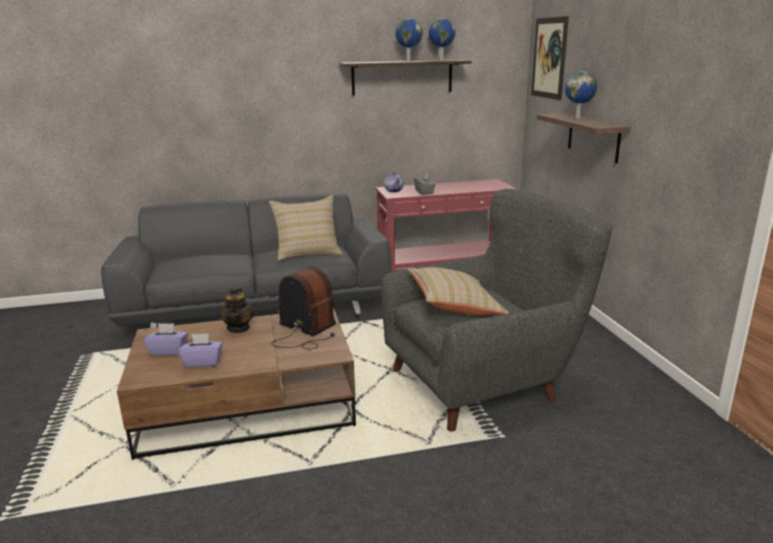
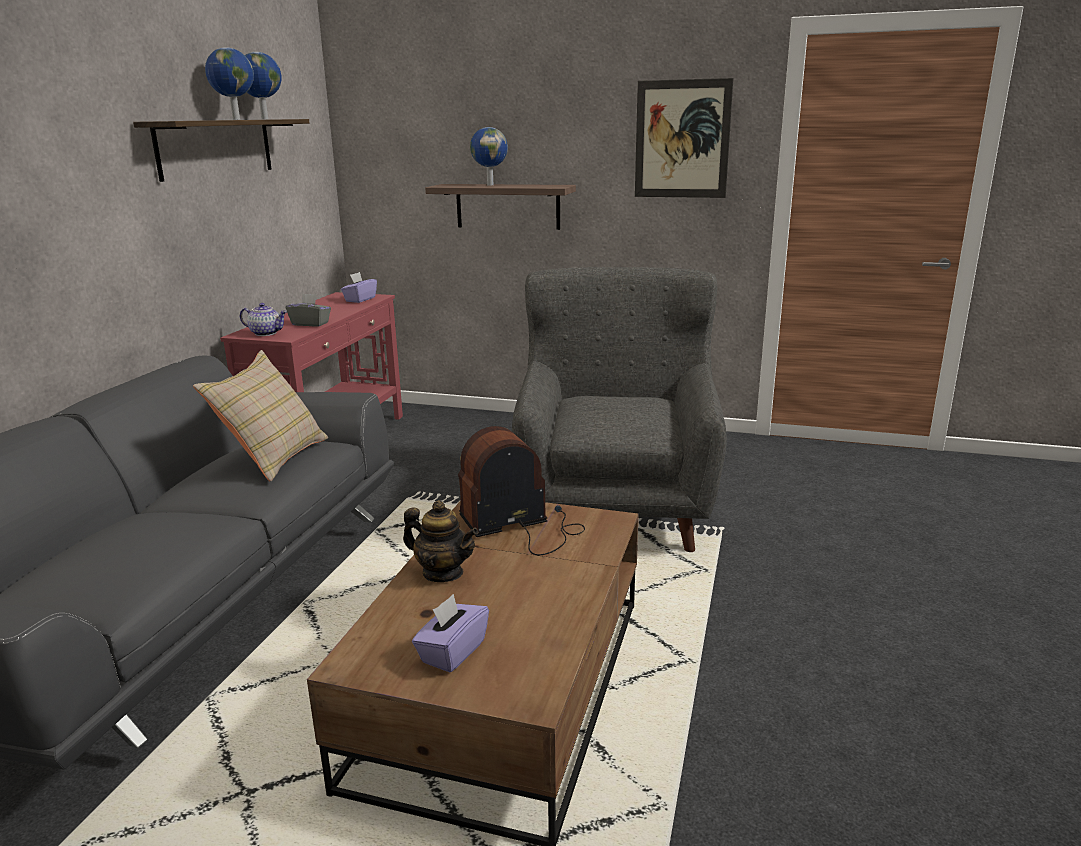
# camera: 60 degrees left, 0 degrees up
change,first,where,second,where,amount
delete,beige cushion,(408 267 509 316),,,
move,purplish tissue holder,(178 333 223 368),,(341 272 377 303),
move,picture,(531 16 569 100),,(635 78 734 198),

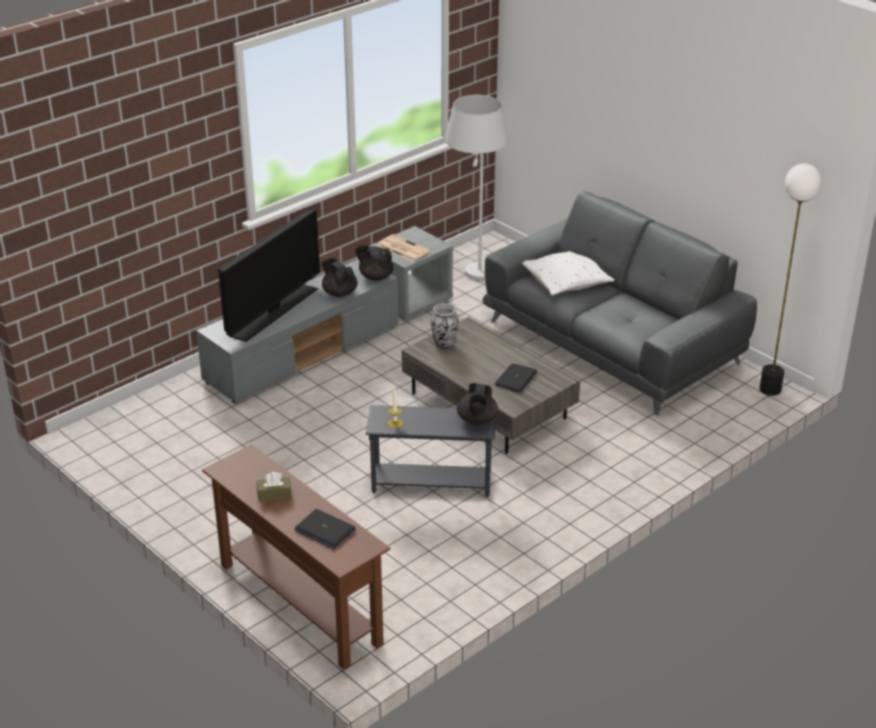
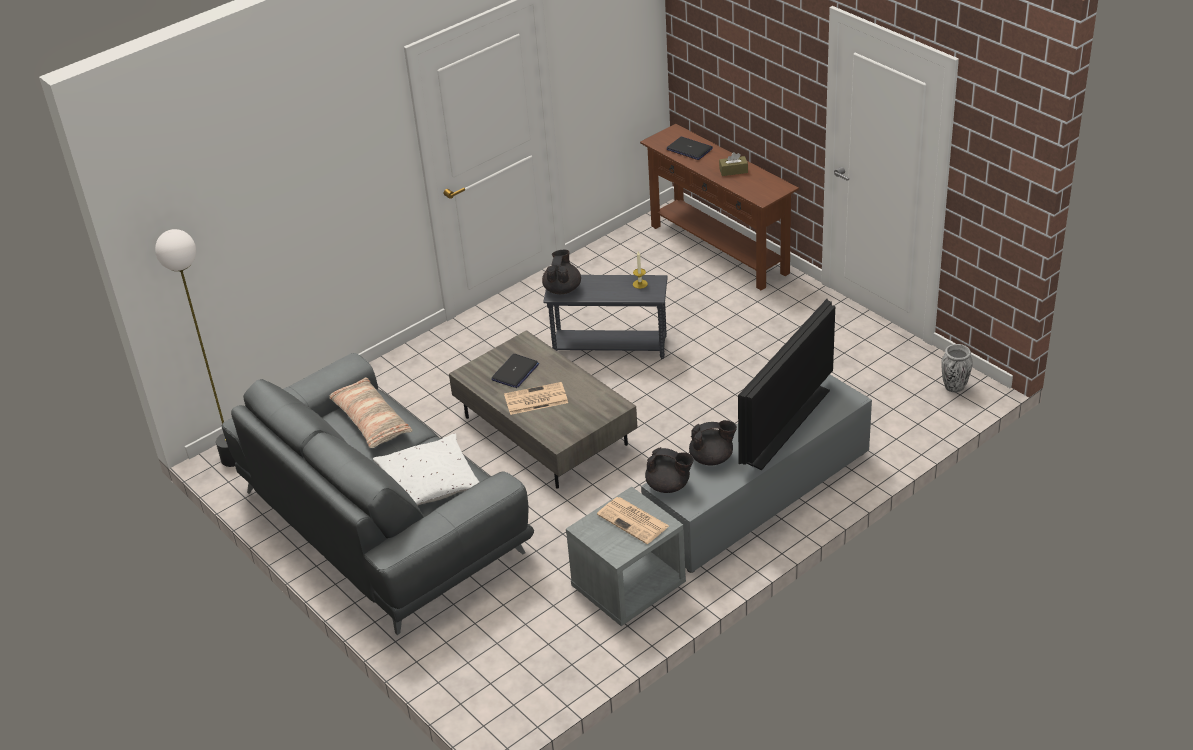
# camera: 175 degrees left, 5 degrees up
change,first,where,second,where,amount
delete,white standard lamp,(445 95 509 280),,,
insert,,,cushion,(329 377 413 448),
insert,,,printed paper,(504 382 568 415),
move,vase,(431 303 459 349),,(941 344 973 392),
rotate,black-coloured pot for tea,(321 258 358 297),,(689 420 737 466),60 degrees counterclockwise

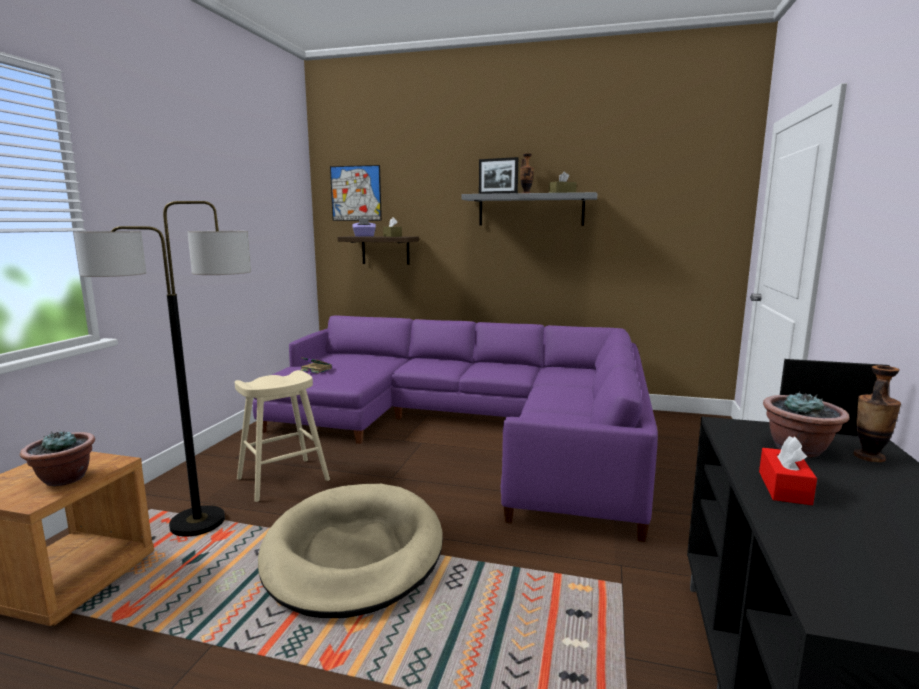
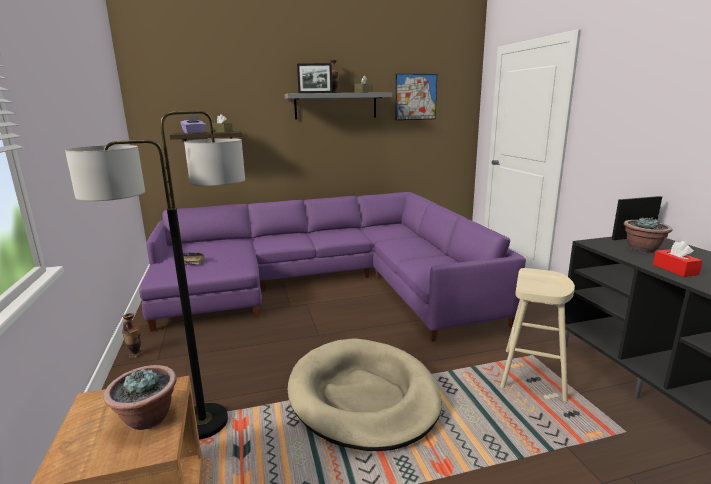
# camera: 30 degrees left, 5 degrees up
change,first,where,second,where,amount
move,beige stool seat,(235 370 330 502),,(500 268 575 402),
move,picture,(330 165 382 221),,(395 74 437 120),
move,vase,(854 366 901 462),,(122 313 142 358),

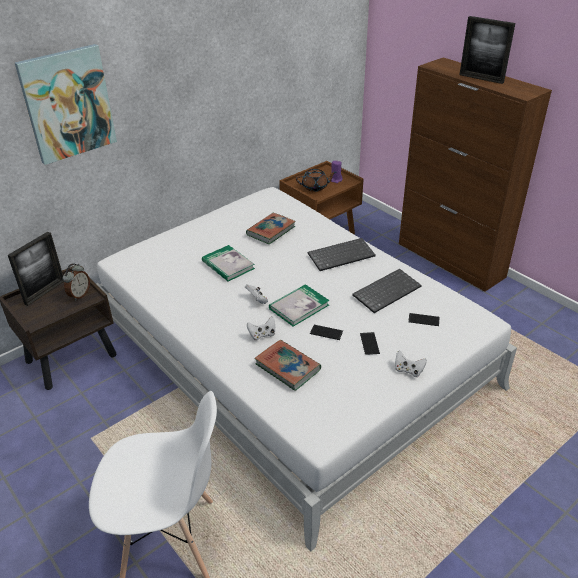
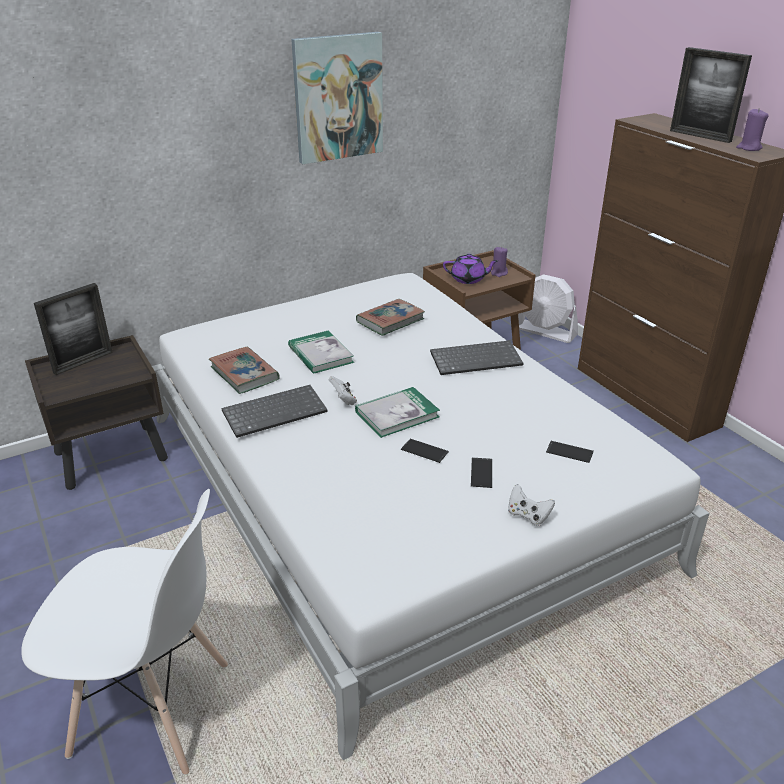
# camera: 10 degrees right, 5 degrees down
change,first,where,second,where,amount
delete,alarm clock,(63 263 90 301),,,
delete,white gamepad,(247 316 275 340),,,
insert,,,white cooling fan,(518 274 578 343),
insert,,,purplish candle,(736 108 768 151),
move,picture,(15 44 117 165),,(291 32 383 164),
move,bound book,(254 340 321 391),,(209 347 280 394),
move,computer keyboard,(352 269 422 313),,(222 385 328 438),
recolor,brown-coloured pot for tea,(296 169 336 192),purplish pot for tea,(443 254 498 284),

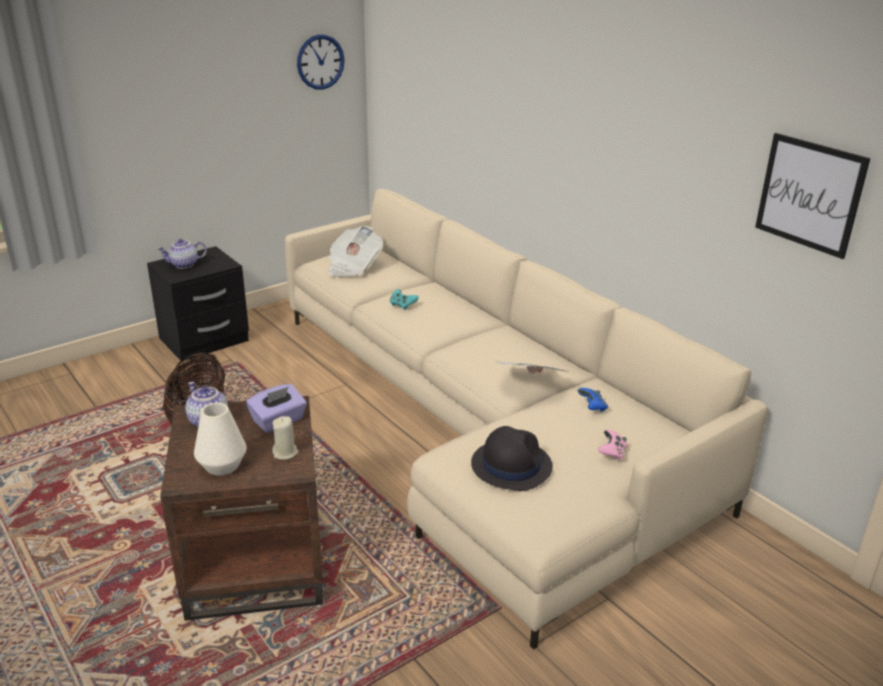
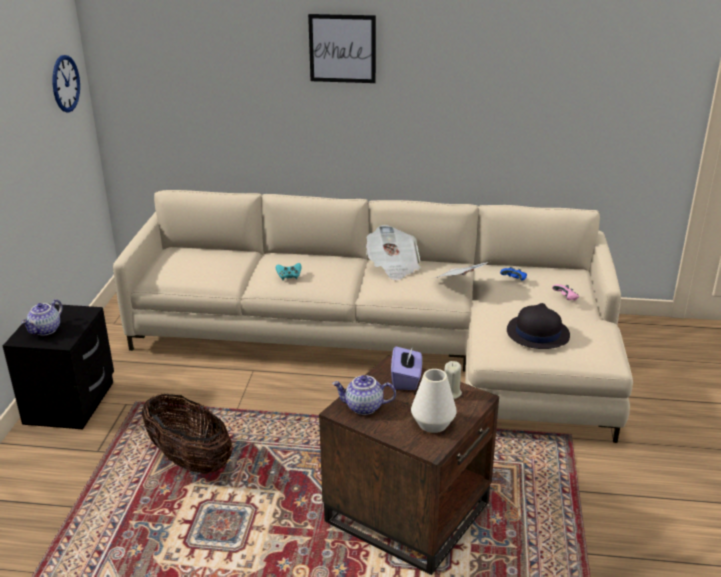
# camera: 45 degrees left, 0 degrees up
change,first,where,second,where,amount
move,printed paper,(328 226 383 277),,(366 225 421 281),
move,picture,(755 133 871 259),,(308 14 376 83),

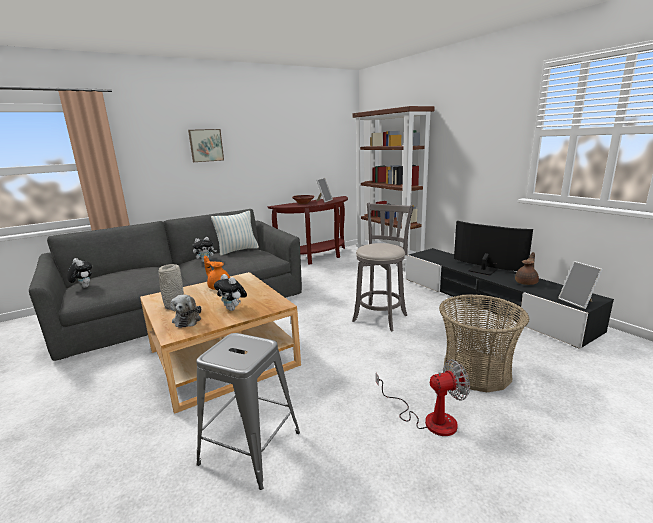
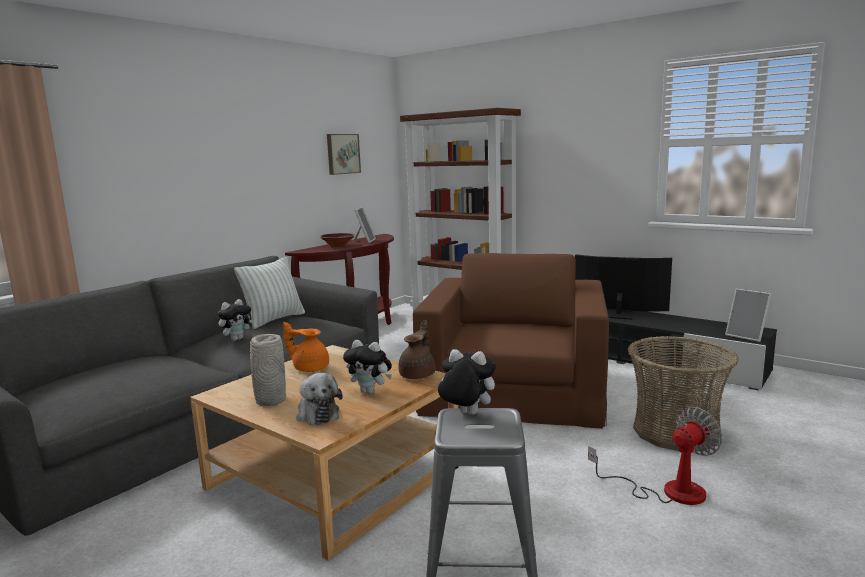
# camera: 20 degrees left, 5 degrees down
change,first,where,second,where,amount
move,soft toy,(67 258 92 288),,(436 349 496 415),
move,picture,(188 129 224 162),,(327 134 361 175),
move,brown-coloured pot for tea,(515 252 539 285),,(398 320 436 379),
replace,gray stool seat,(352 203 413 331),brown-coloured armchair,(413 253 609 429),

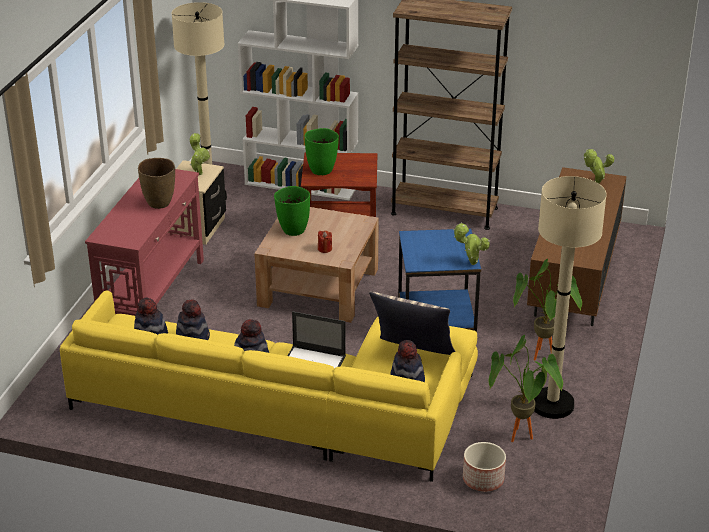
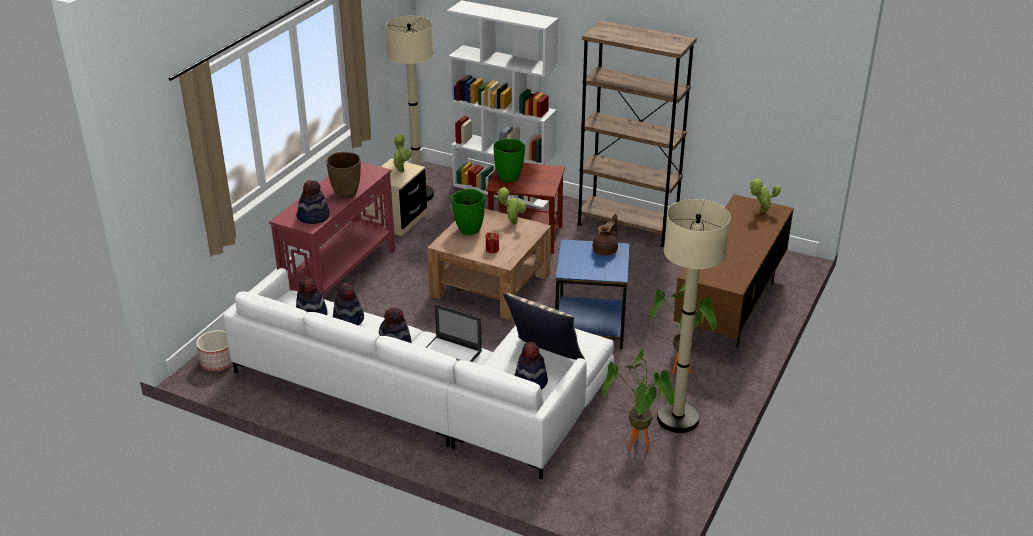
# camera: 10 degrees right, 0 degrees up
change,first,where,second,where,amount
insert,,,hat,(296 180 330 224),
insert,,,brown-coloured pot for tea,(592 214 618 256),
move,plant in a pot,(453 223 490 265),,(497 187 526 225),
move,flower pot,(463 442 506 492),,(196 330 233 371),
recolor,yellow-coloured settee,(60 290 478 482),white settee,(223 268 614 480),

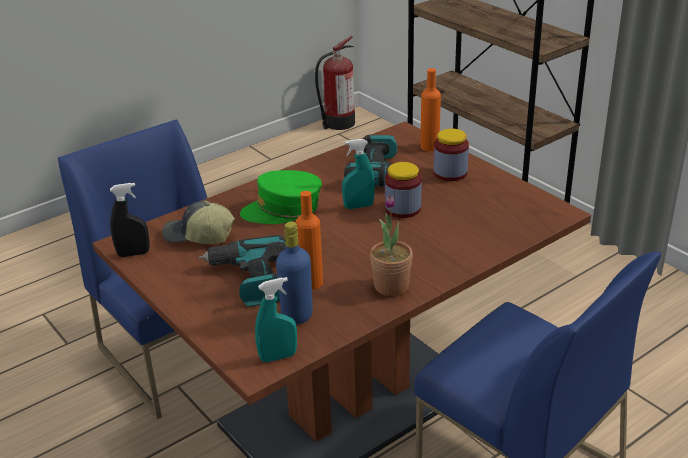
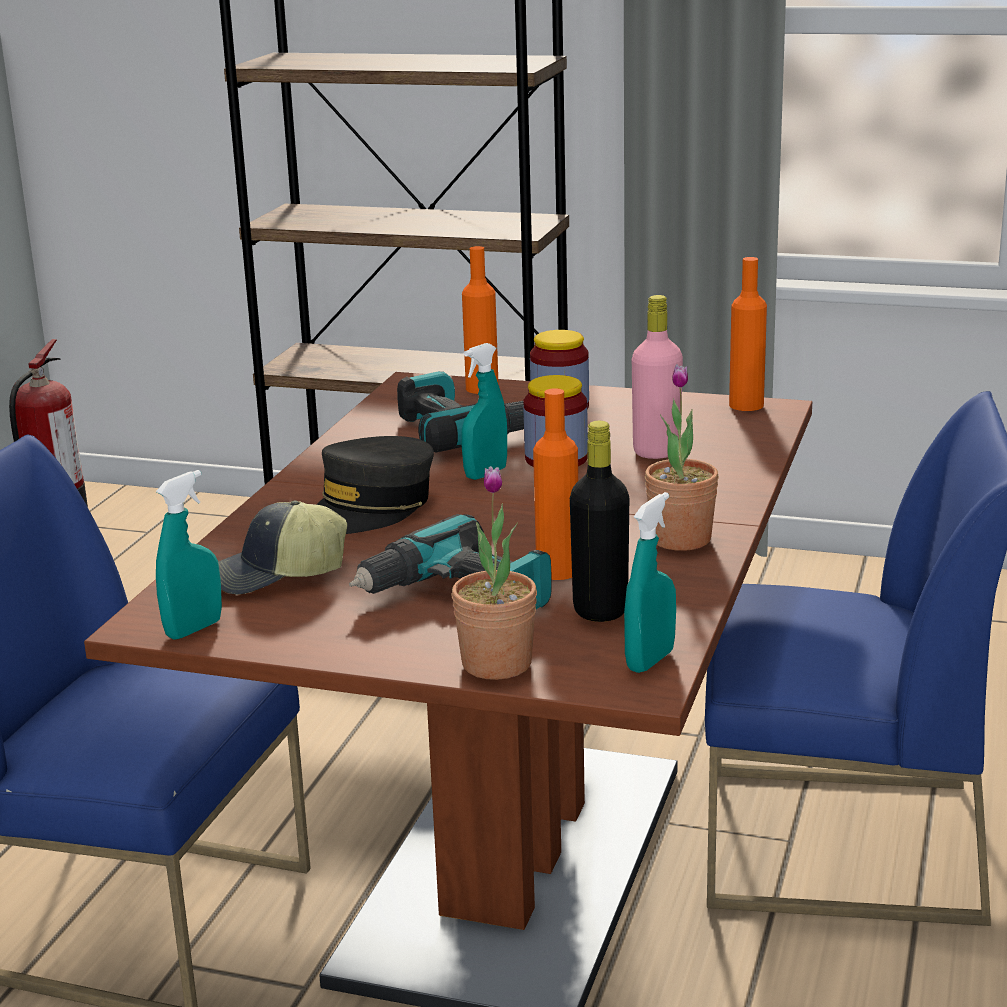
# camera: 35 degrees left, 10 degrees down
change,first,where,second,where,amount
insert,,,plant in a pot,(452 466 537 680),
insert,,,pinkish bottle,(632 295 683 459),
insert,,,orange bottle,(729 257 767 411),
recolor,black-coloured sprayer,(110 183 150 257),turquoise sprayer,(156 470 222 640),
recolor,green peaked cap,(240 170 322 224),gray peaked cap,(317 436 434 534),
recolor,blue-coloured bottle,(276 222 313 325),black-coloured bottle,(570 421 629 622),

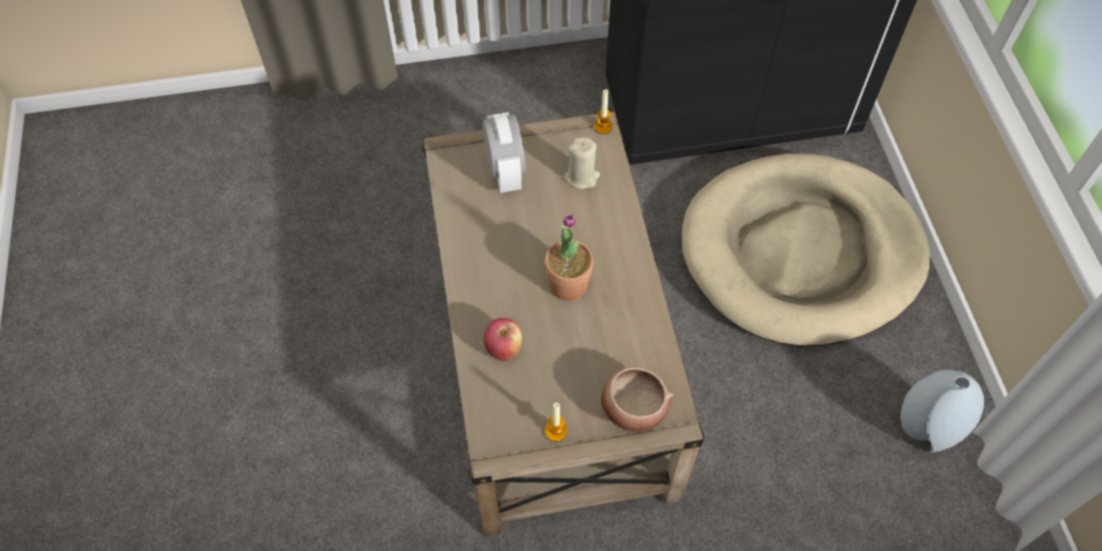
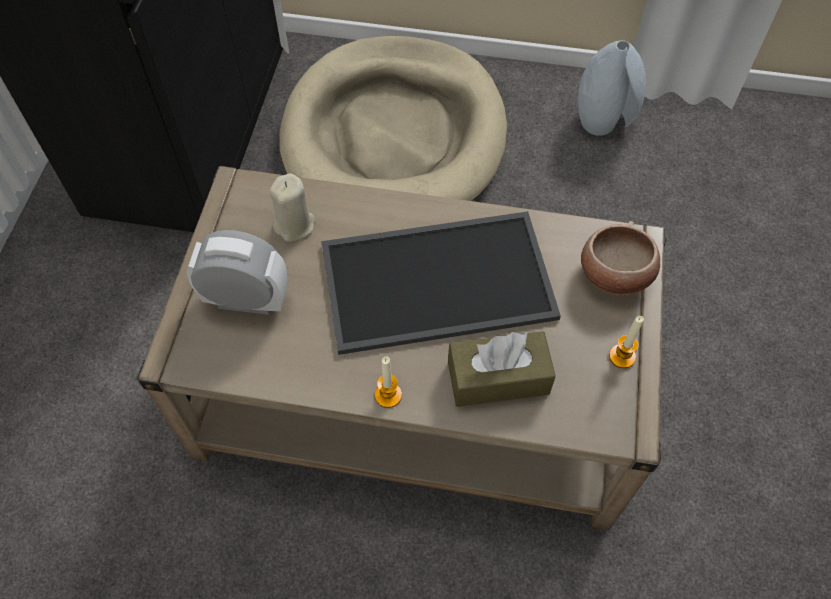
# camera: 70 degrees left, 0 degrees up
change,first,where,second,where,amount
move,candle,(594 89 613 134),,(375 356 402 408),
replace,apple fruit,(484 318 523 361),brown-coloured tissue holder,(448 331 556 407),
replace,plant in a pot,(545 214 594 301),carrying tray,(321 211 561 355),

